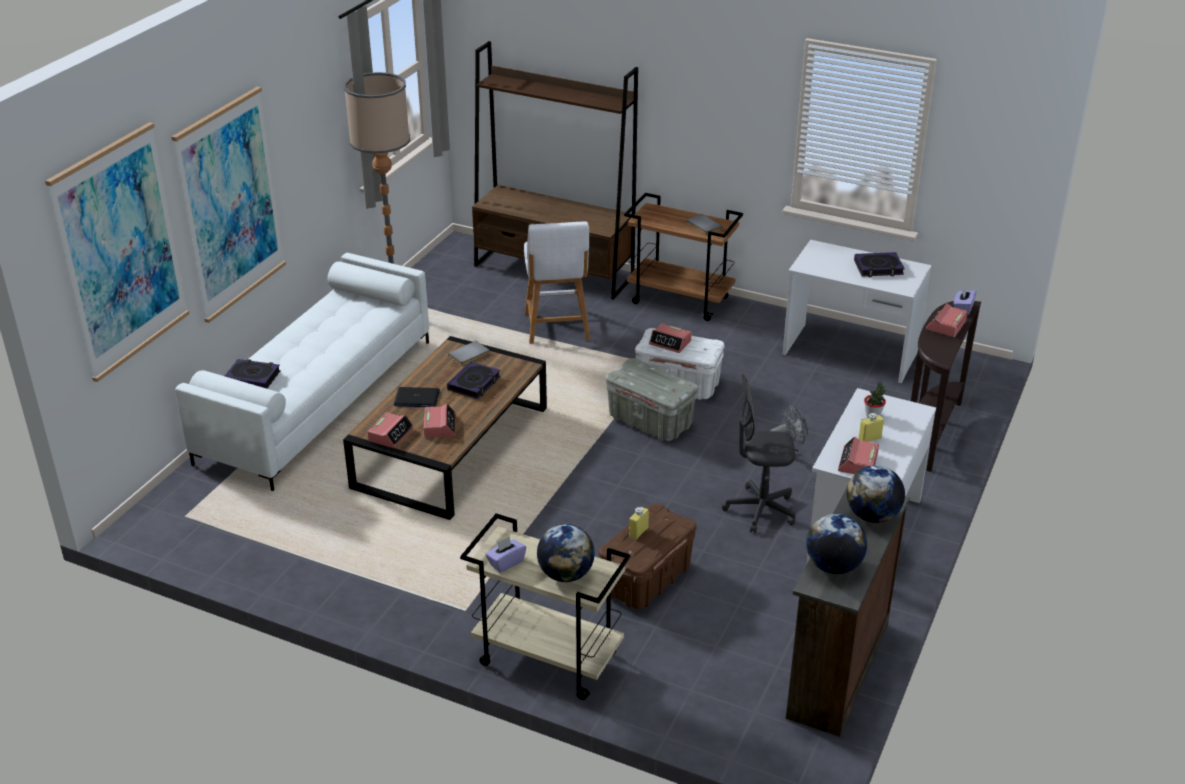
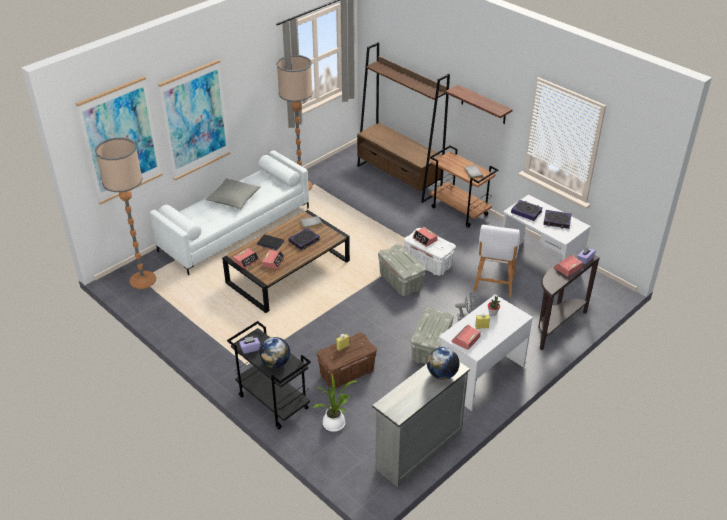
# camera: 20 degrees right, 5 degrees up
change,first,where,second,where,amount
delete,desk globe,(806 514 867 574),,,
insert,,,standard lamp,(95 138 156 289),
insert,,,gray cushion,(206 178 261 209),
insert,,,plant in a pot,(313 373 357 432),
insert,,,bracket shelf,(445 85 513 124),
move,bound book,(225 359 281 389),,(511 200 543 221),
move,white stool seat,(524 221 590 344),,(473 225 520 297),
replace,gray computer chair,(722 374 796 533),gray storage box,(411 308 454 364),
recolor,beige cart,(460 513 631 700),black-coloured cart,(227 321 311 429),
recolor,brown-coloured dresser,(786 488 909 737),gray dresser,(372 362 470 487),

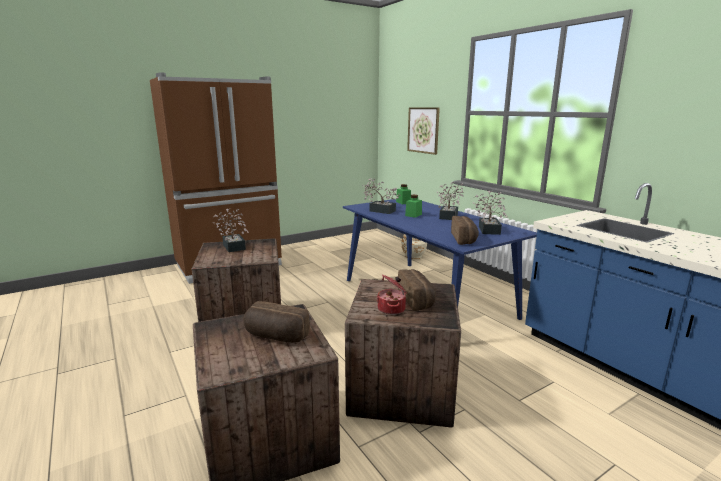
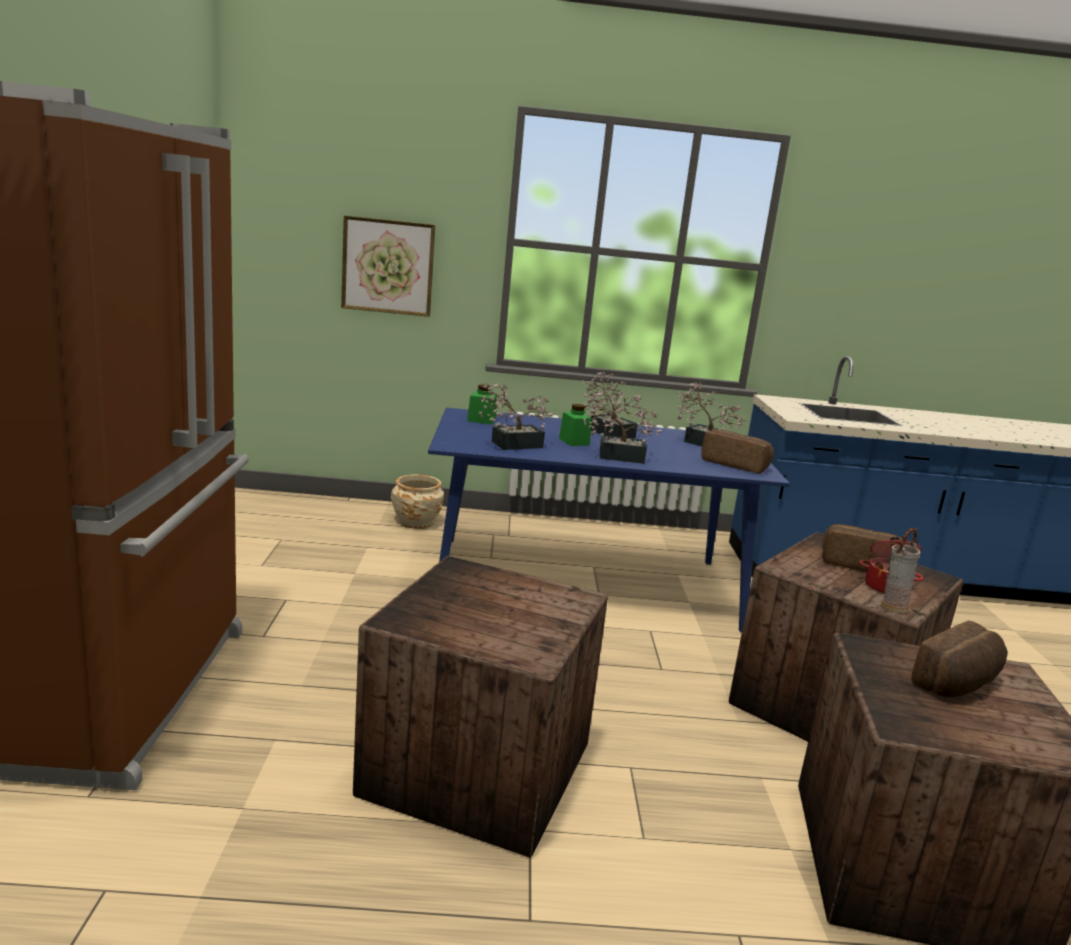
# camera: 60 degrees left, 0 degrees up
change,first,where,second,where,amount
insert,,,vase,(881 528 921 613),
move,plant in a pot,(213 208 249 252),,(583 391 662 464),

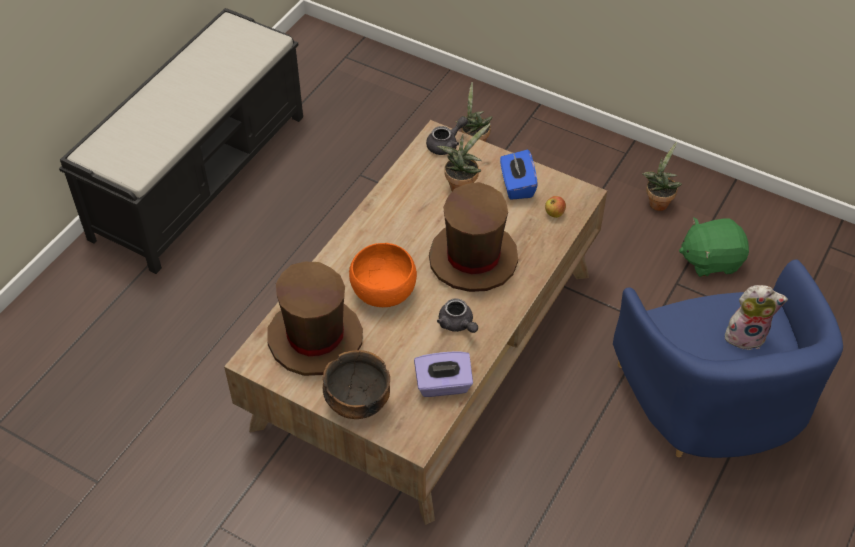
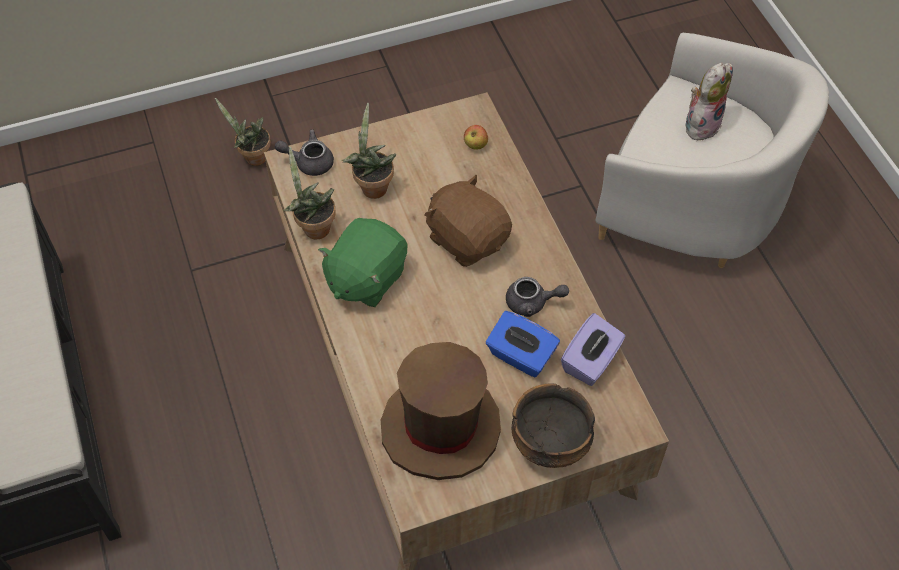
# camera: 50 degrees left, 5 degrees up
change,first,where,second,where,amount
delete,orange bowl,(349 243 417 307),,,
move,blue-coloured tissue holder,(500 149 538 200),,(486 311 560 377),
move,plant in a pot,(642 142 682 211),,(283 146 336 240),
move,green soft toy,(679 218 749 277),,(318 218 407 307),
replace,brown-coloured hat,(429 182 518 292),brown-coloured soft toy,(424 175 512 267),
recolor,blue-coloured armchair,(613 259 843 458),white armchair,(596 33 829 268),
rotate,gray pot for tea,(426 116 468 155),,(275 129 334 176),90 degrees counterclockwise

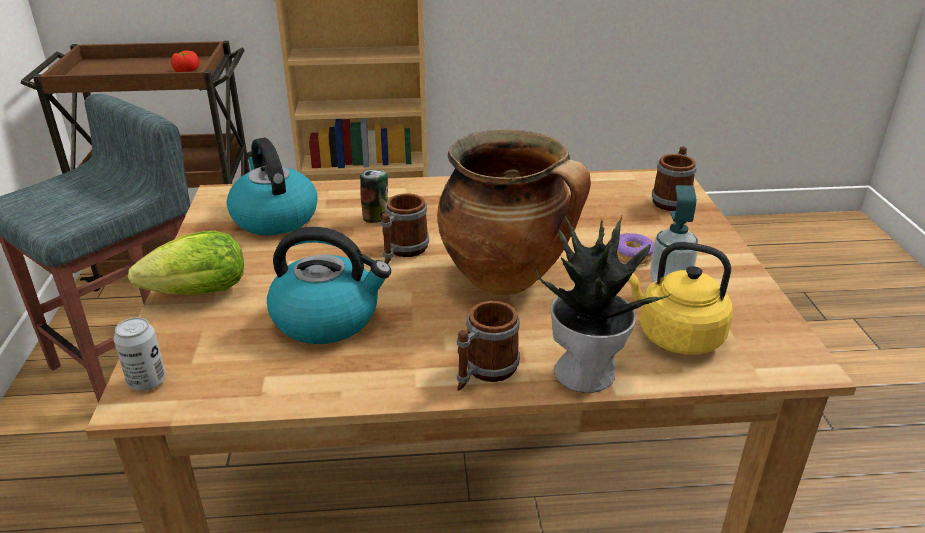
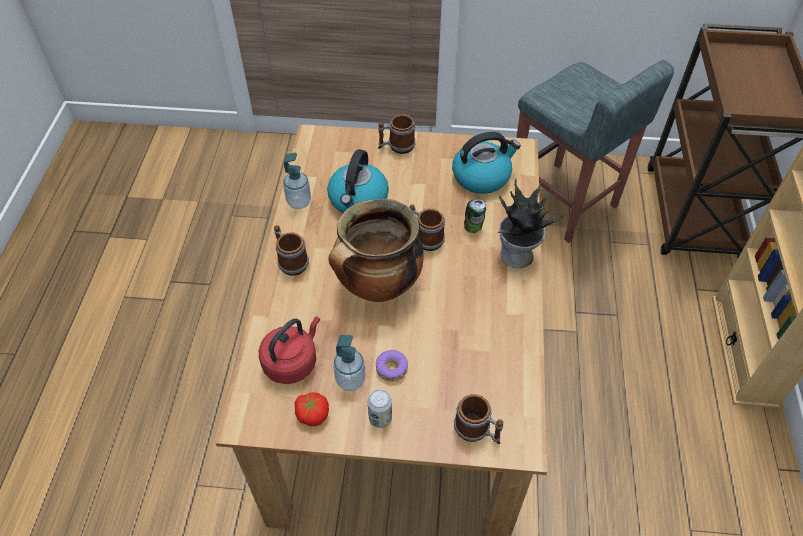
# camera: 100 degrees right, 20 degrees up
change,first,where,second,where,amount
insert,,,liquid soap bottle,(283 153 311 209),
move,metal can,(113 317 166 391),,(368 389 392 428),
move,fresh tomato,(171 50 200 72),,(294 392 329 426),
move,plant in a pot,(536 216 672 393),,(498 179 564 268),
replace,head of lettuce,(128 231 244 295),tea mug,(378 115 416 154),
recolor,yellow-coloured kettle,(628 242 733 355),reddish kettle,(259 316 320 384),

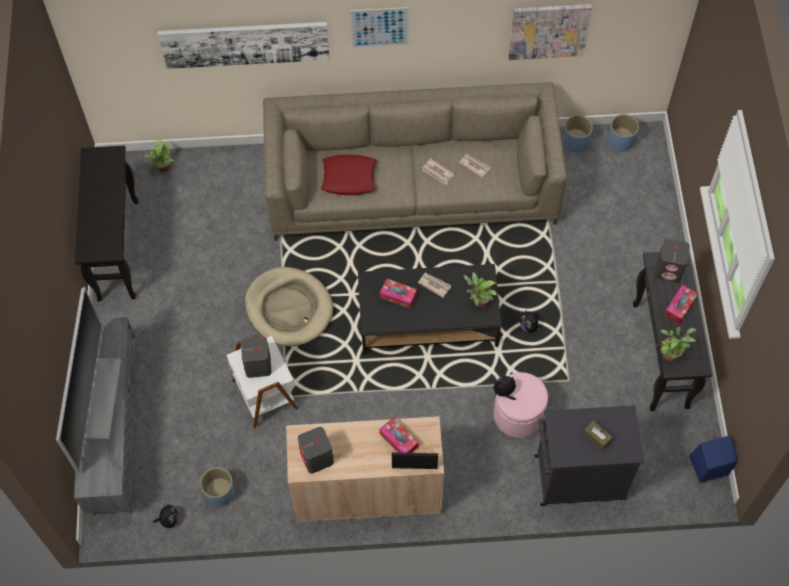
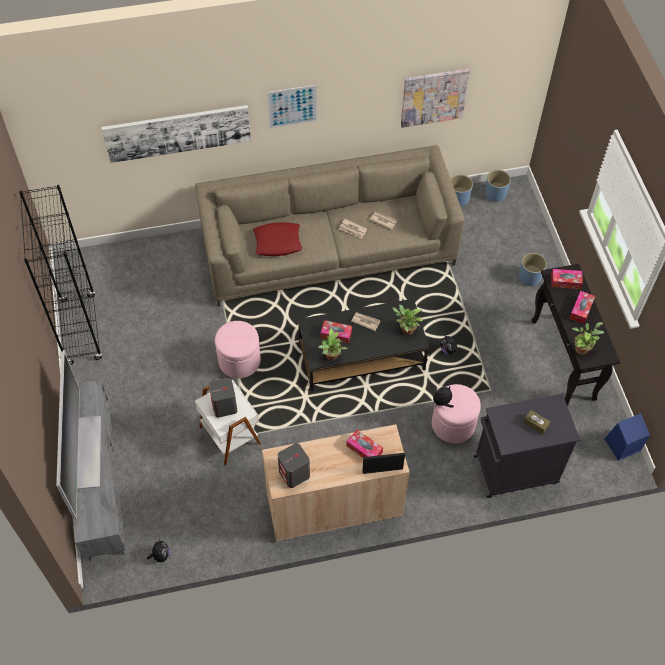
# camera: 10 degrees left, 5 degrees down
change,first,where,second,where,amount
move,plant in a pot,(143 138 175 172),,(318 328 348 361),
move,blue-coloured flower pot,(200 467 235 507),,(519 253 547 286),
replace,black-coloured console table,(75 146 139 302),black-coloured bookcase,(19 185 102 365),
replace,beige pet bed,(245 267 333 346),pinkish footrest,(215 321 261 378),
replace,gray loudspeaker,(655 239 690 283),tissue holder,(551 269 583 289),

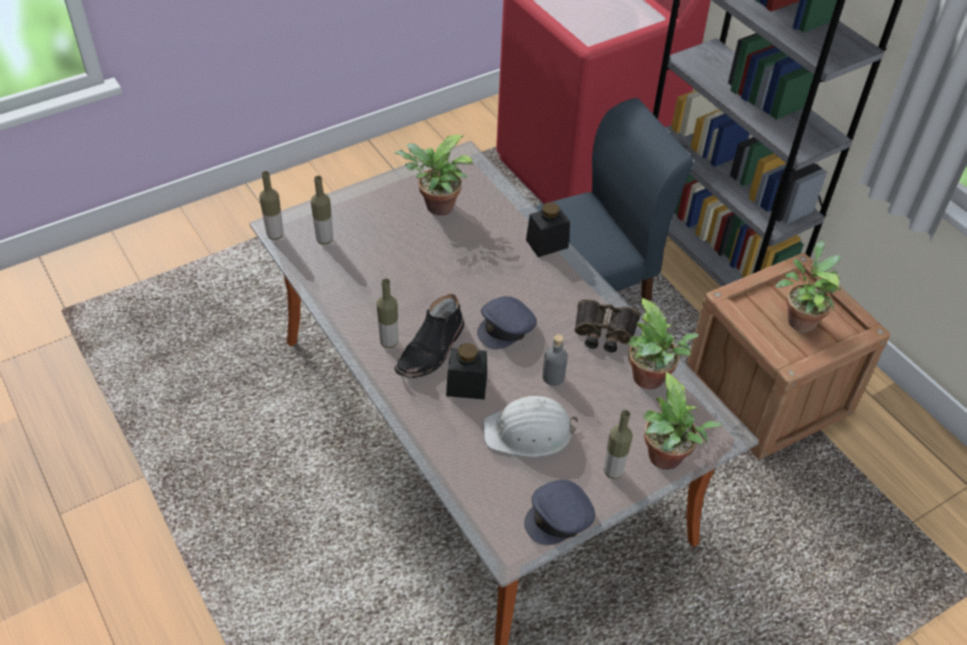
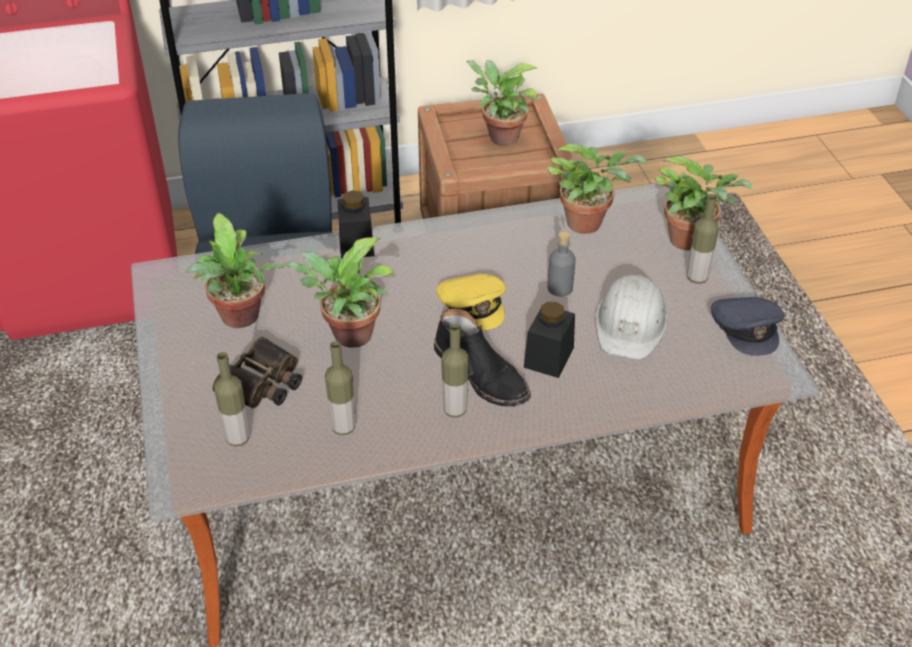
# camera: 70 degrees left, 5 degrees down
change,first,where,second,where,amount
insert,,,plant in a pot,(283 237 396 348),
move,bottle,(259 171 283 240),,(325 341 356 435),
move,field glasses,(574 299 641 352),,(212 336 302 409),
recolor,gray peaked cap,(477 296 537 349),yellow-coloured peaked cap,(436 274 506 331),

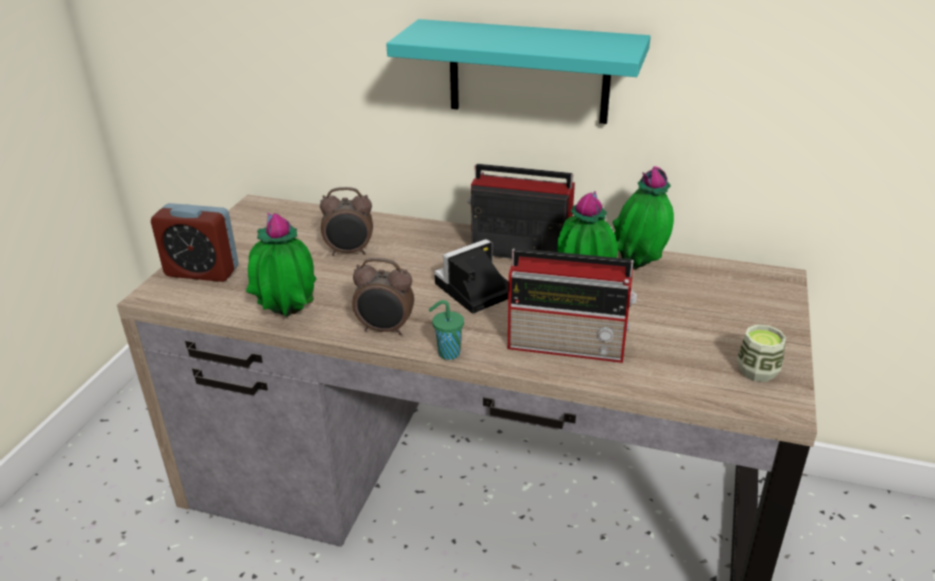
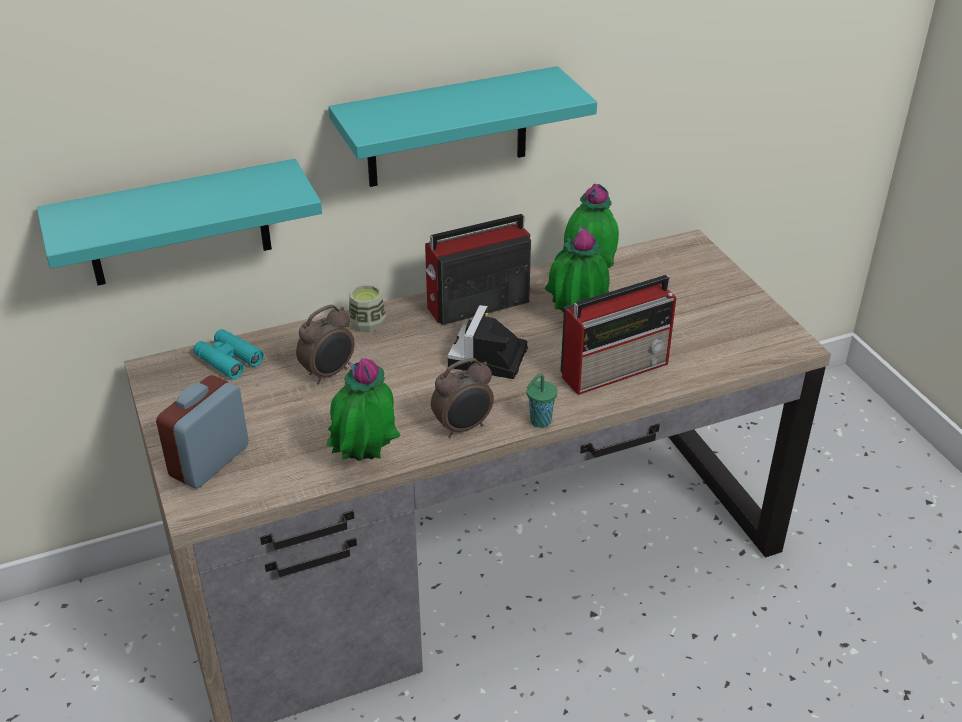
# camera: 40 degrees left, 5 degrees up
change,first,where,second,where,amount
insert,,,turquoise bracket shelf,(37 159 322 286),
insert,,,turquoise field glasses,(193 329 264 379),
move,cup,(737 324 786 382),,(349 285 386 333),
rotate,alarm clock,(151 203 239 282),,(156 375 249 489),150 degrees clockwise

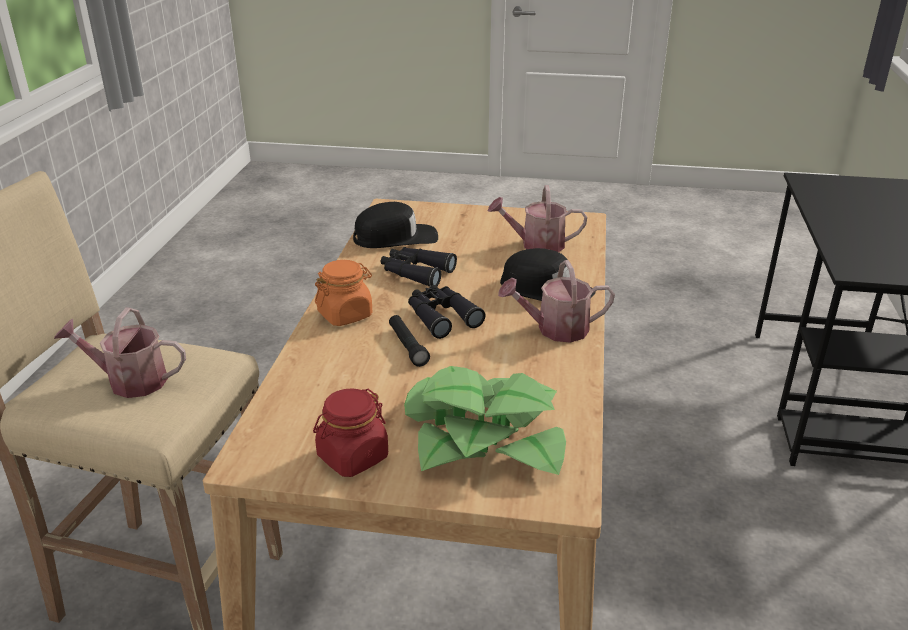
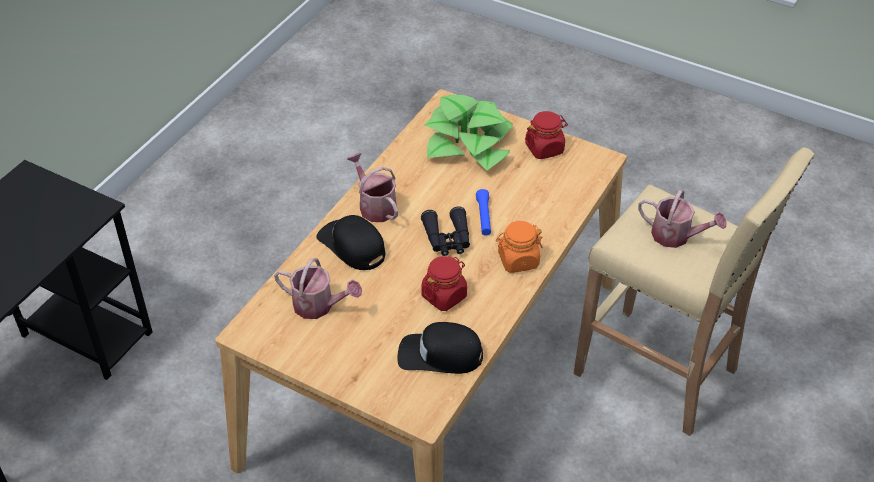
# camera: 160 degrees left, 15 degrees up
change,first,where,second,where,amount
replace,black-coloured field glasses,(381 247 457 287),reddish preserve jar,(421 256 467 311),
recolor,black-coloured flashlight,(389 315 430 367),blue-coloured flashlight,(476 189 491 235),
rotate,sprinkling can,(498 260 615 343),,(347 153 398 222),135 degrees counterclockwise

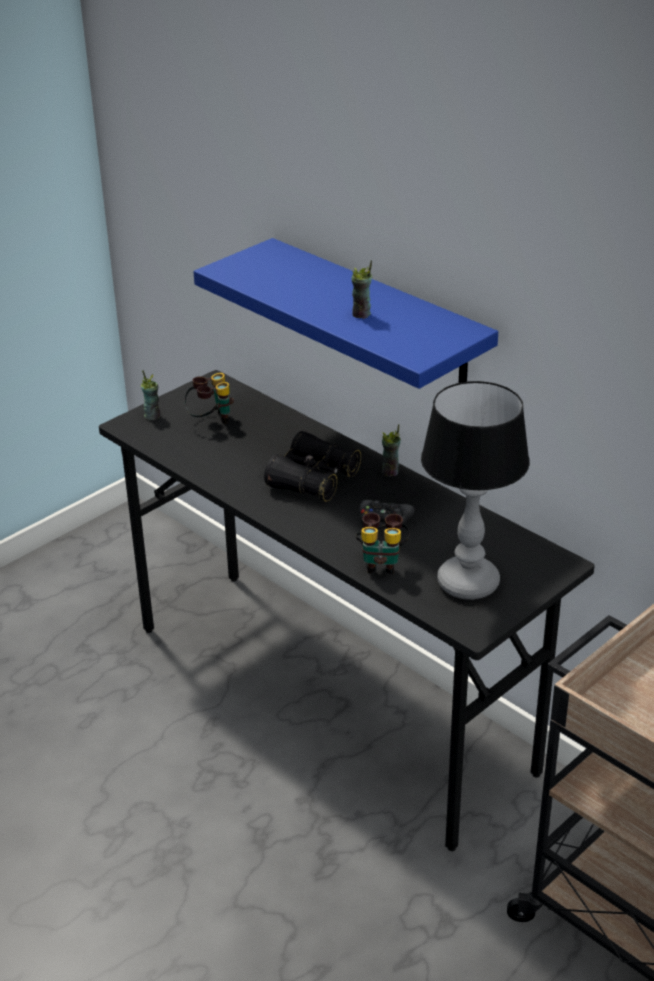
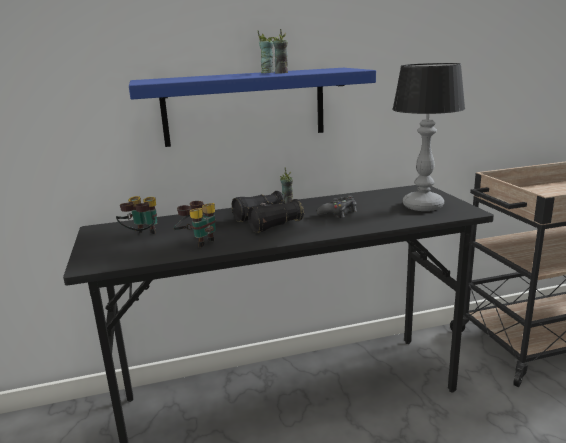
# camera: 60 degrees left, 15 degrees down
change,first,where,second,where,amount
move,cup,(141 370 160 420),,(258 31 274 73),
move,field glasses,(356 513 410 574),,(173 201 216 248),

